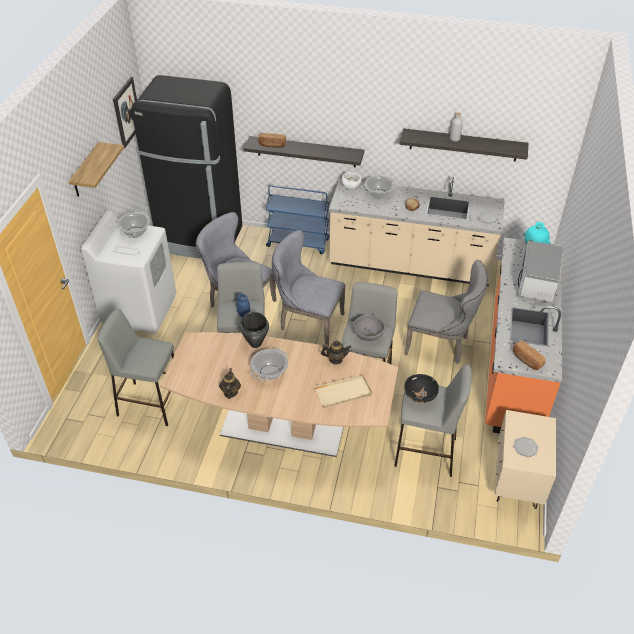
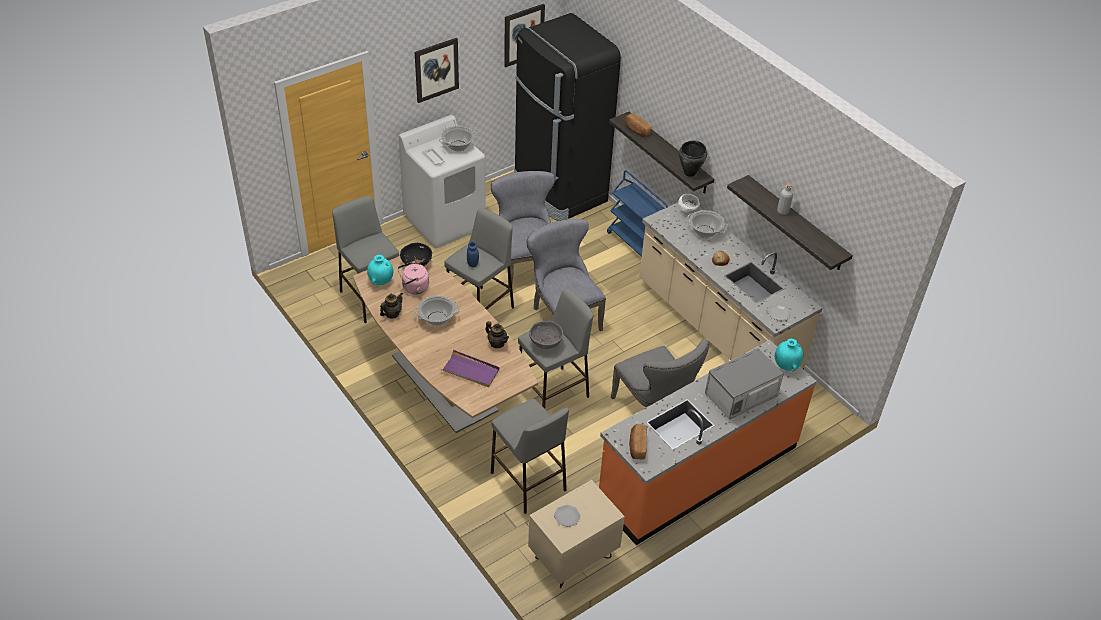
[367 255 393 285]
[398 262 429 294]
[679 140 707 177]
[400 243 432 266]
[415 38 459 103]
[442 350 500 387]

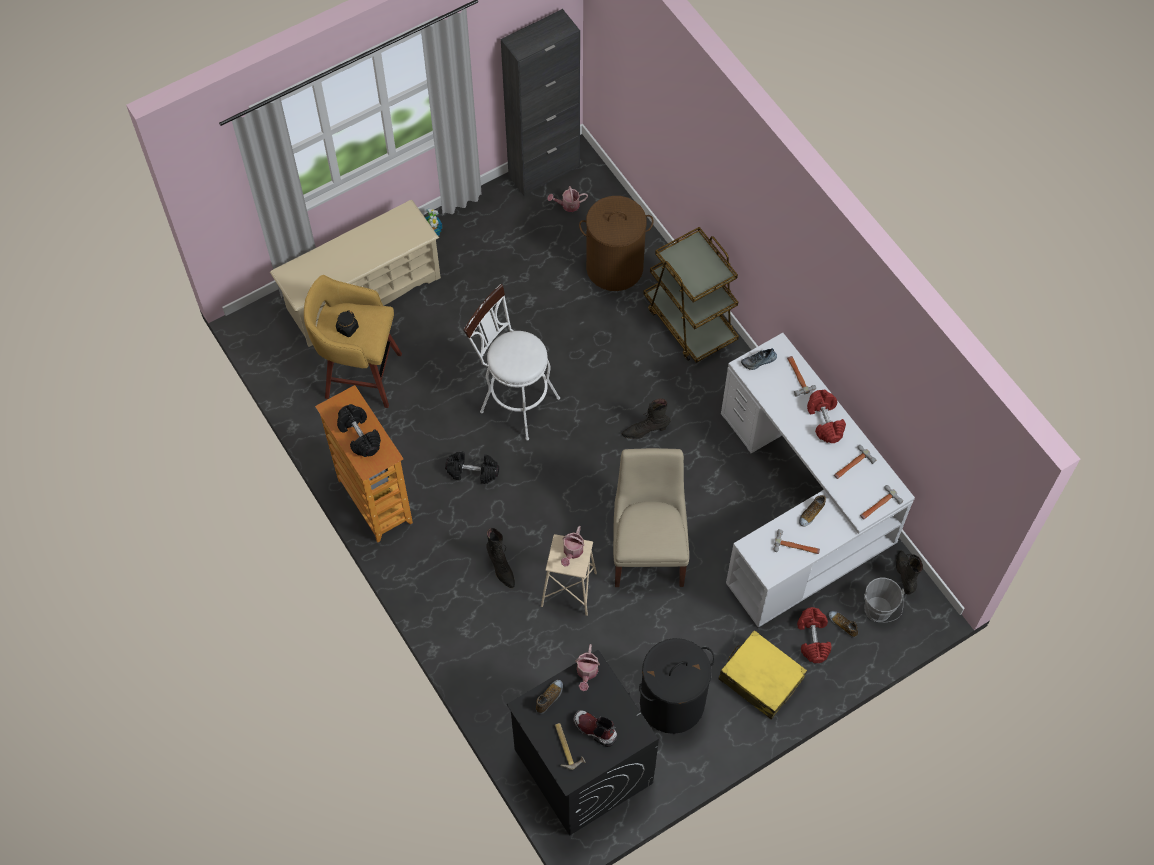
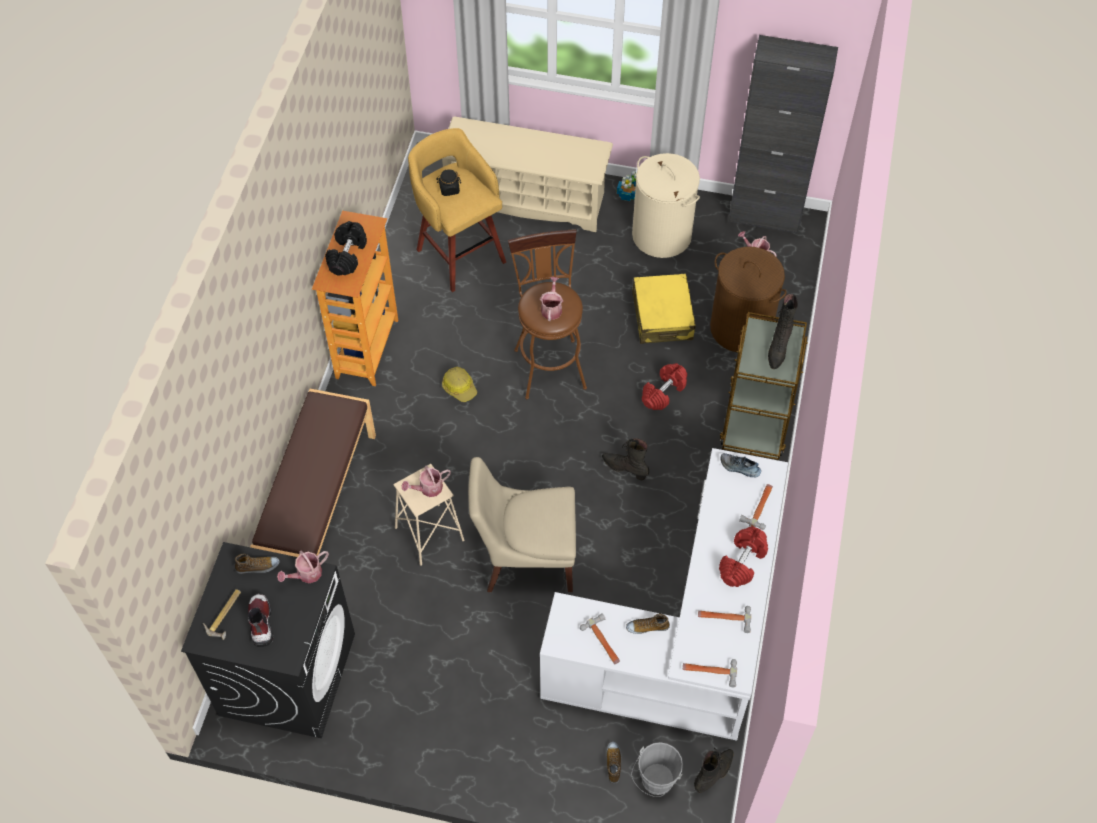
[639 638 715 734] (first image)
[250 389 376 557]
[540 277 563 321]
[632 153 700 258]
[768 294 798 369]
[632 274 696 344]
[642 363 687 410]
[442 367 477 402]
[508 229 587 399]
[468 457 576 592]

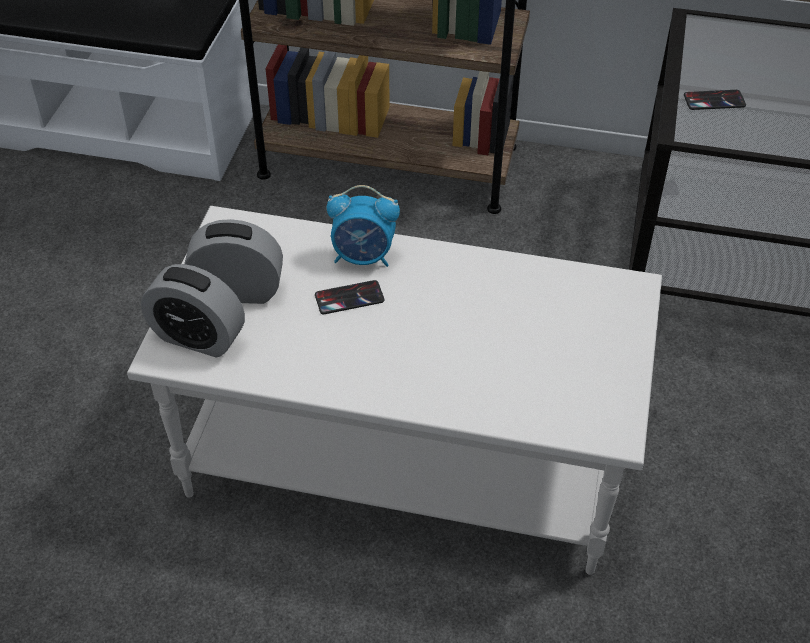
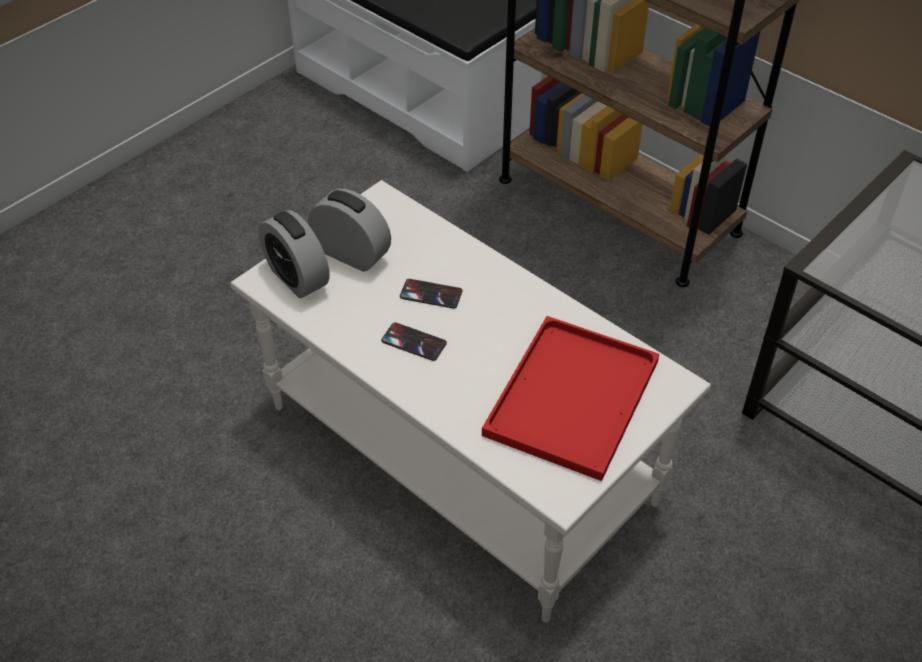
[327 185 400 267] (first image)
[482 316 659 481]
[381 323 447 361]

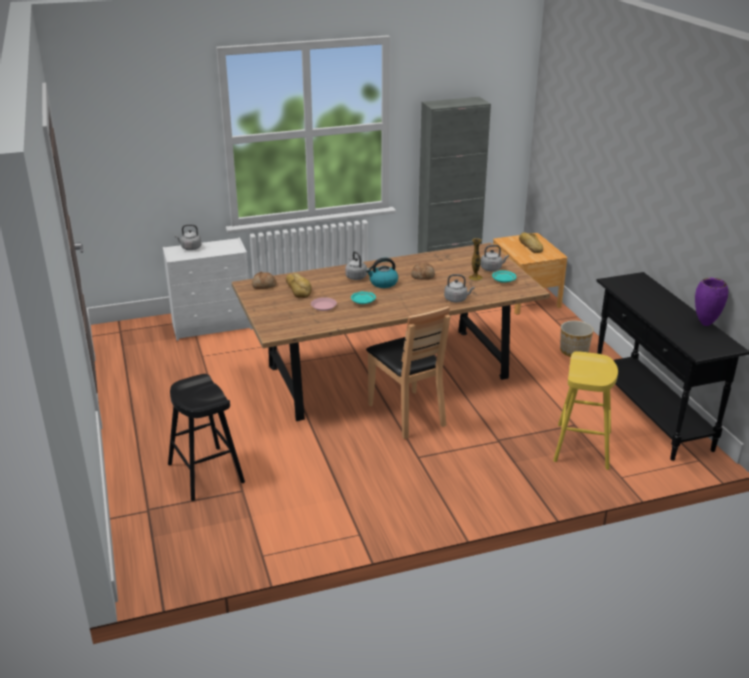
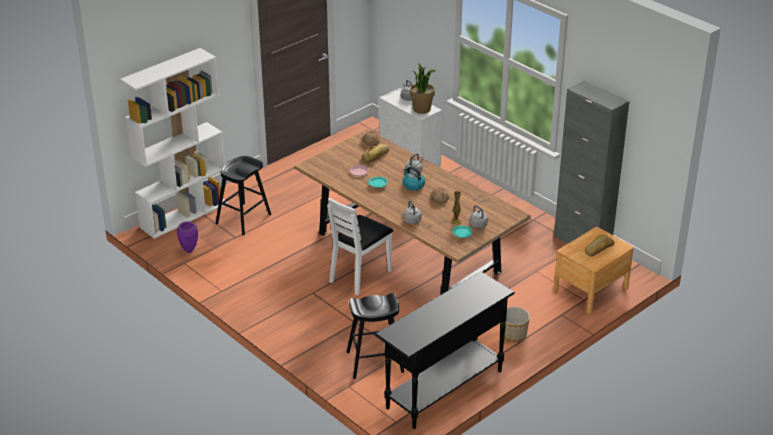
[120 48 228 239]
[410 63 436 114]
[177 221 198 253]
[327 198 394 295]
[347 293 404 379]

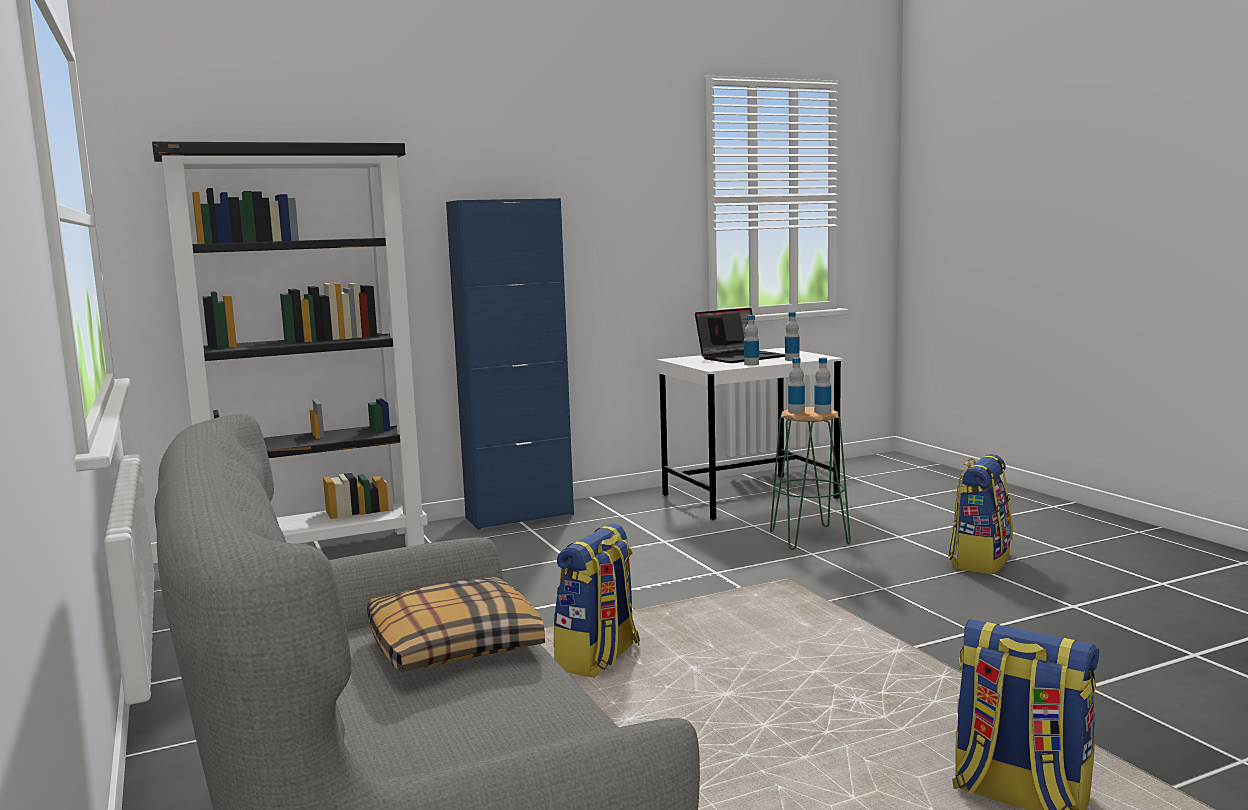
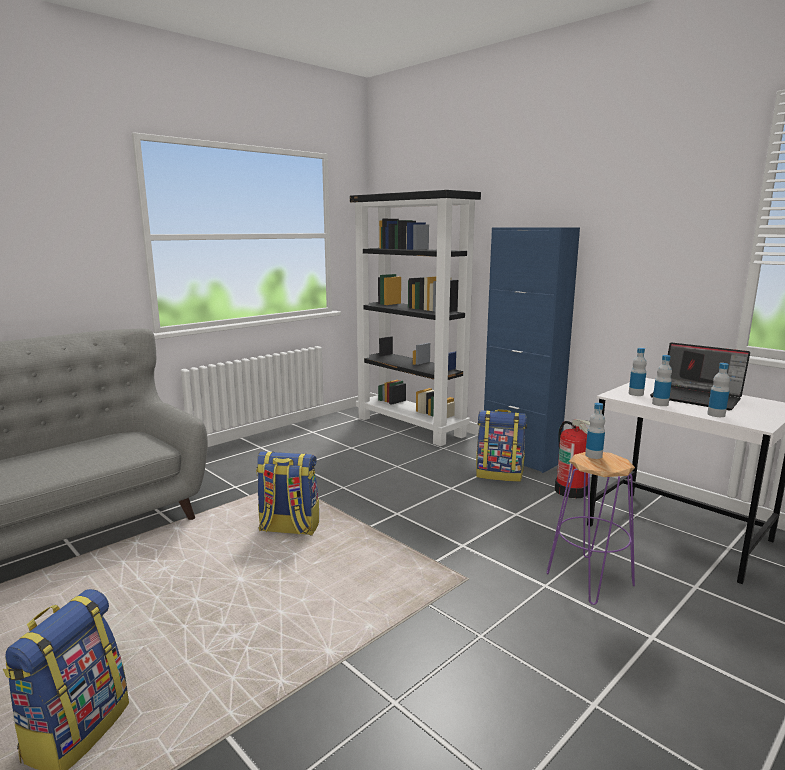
[367 577 545 672] (first image)
[555 419 590 498]
[629 348 647 396]
[476 409 527 482]
[547 452 635 605]

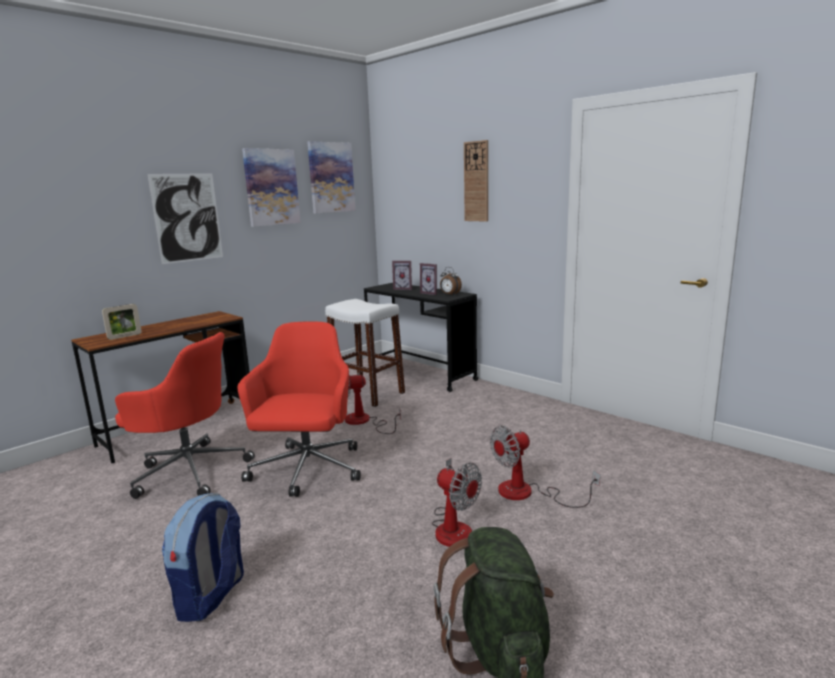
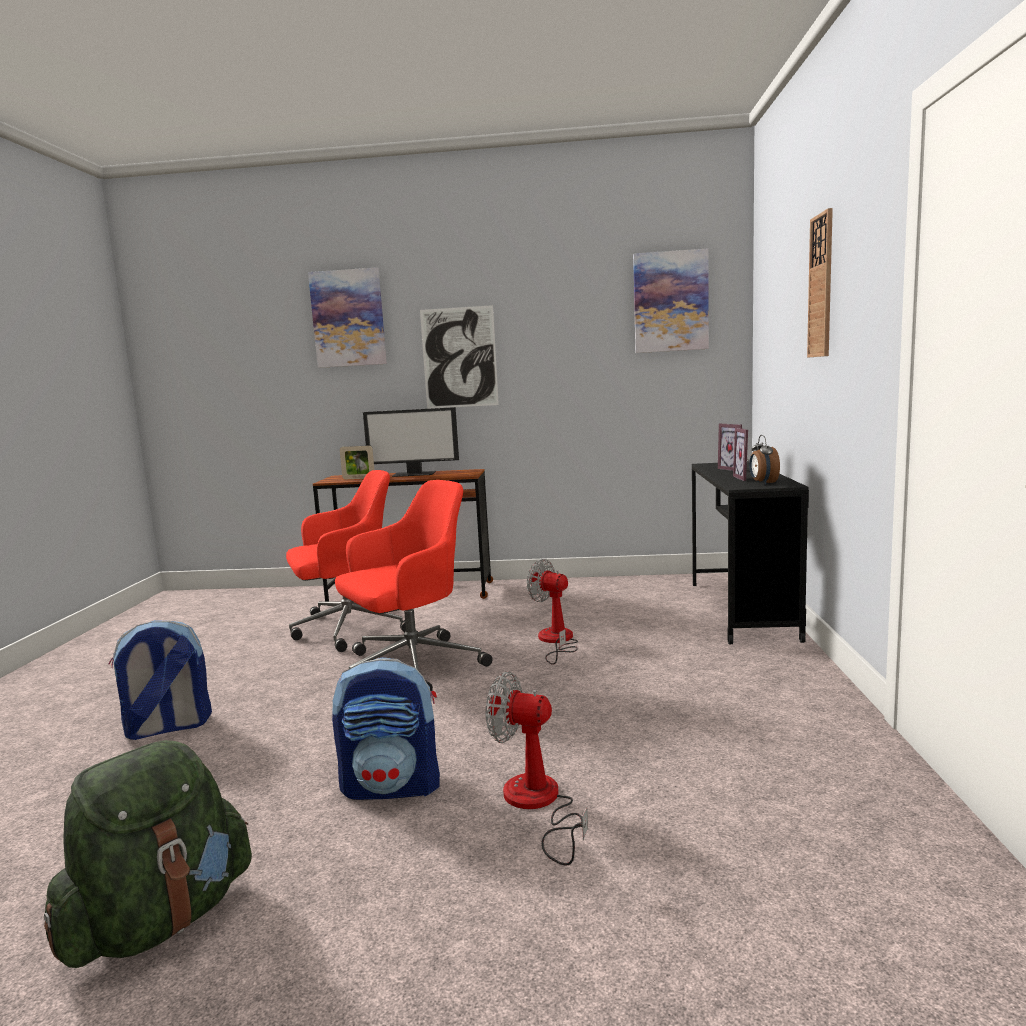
[325 299 405 407] (first image)
[363 407 459 477]
[308 267 387 368]
[332 657 440 800]
[286 470 406 652]

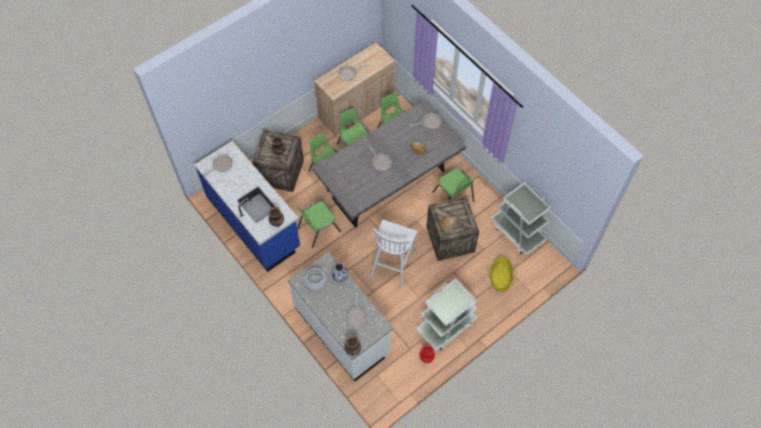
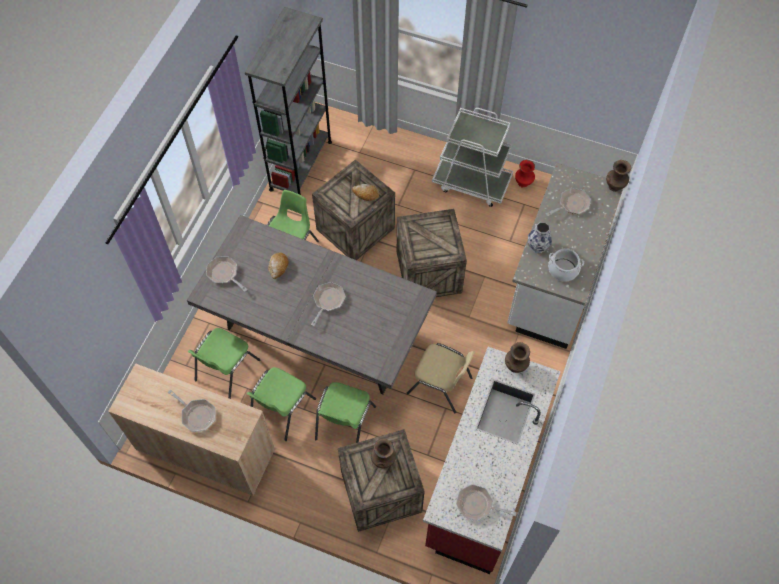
[487 257 517 292] (first image)
[397 209 467 297]
[245 7 332 195]
[423 347 561 574]
[407 343 475 414]

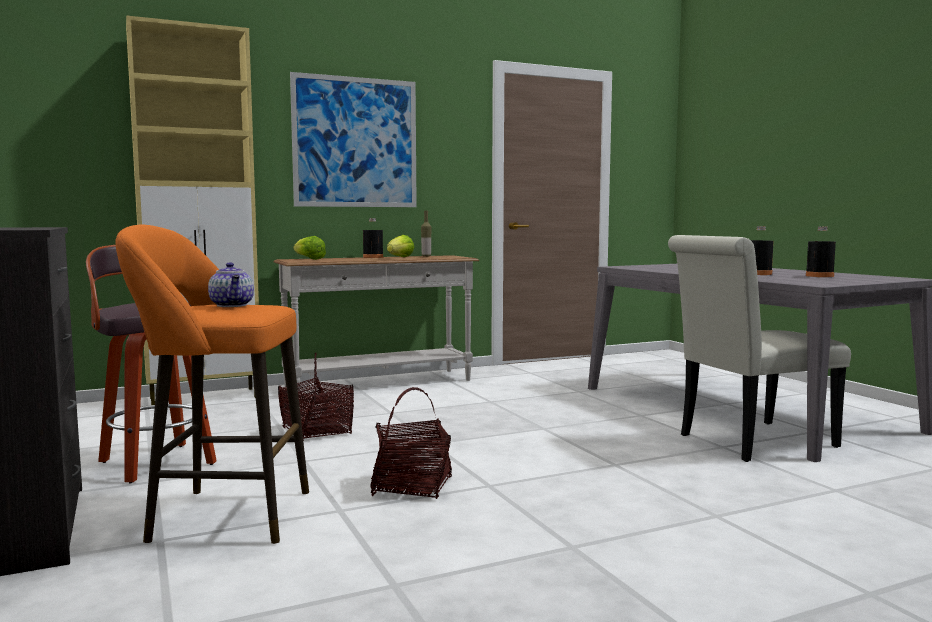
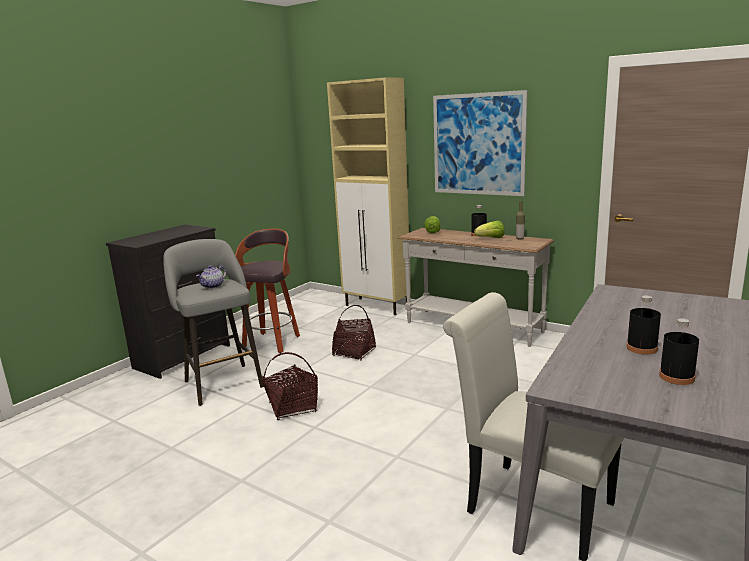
[163 239 264 406]

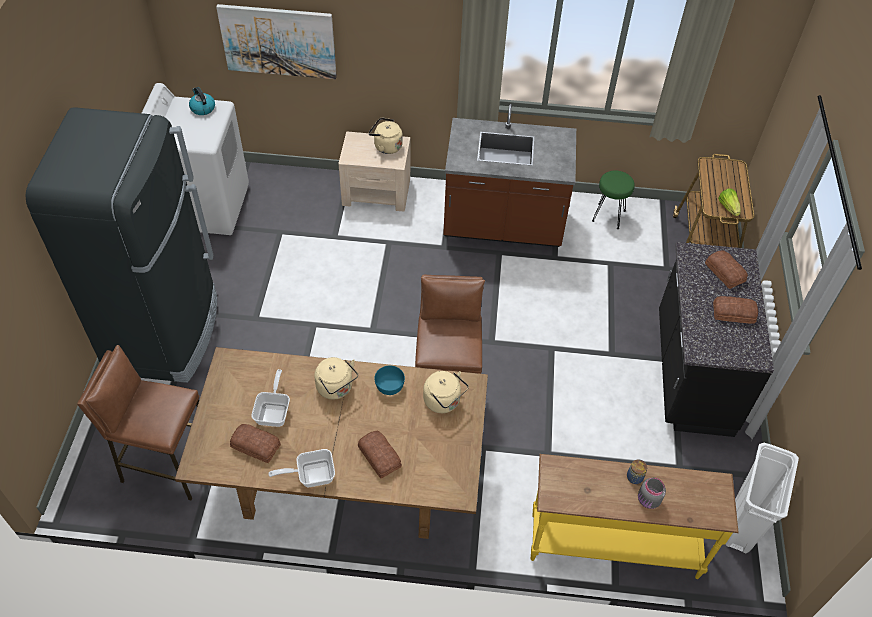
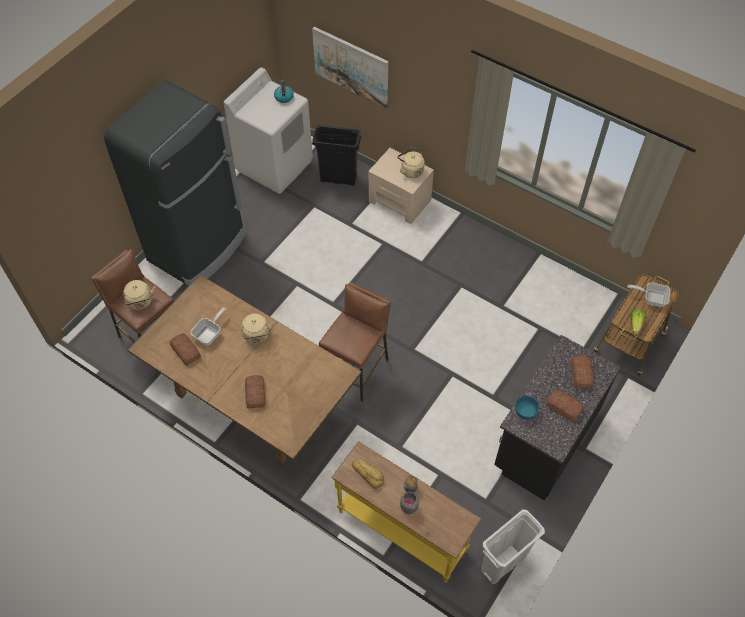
[443 104 576 247] (first image)
[592 170 635 229] (first image)
[312 125 361 185]
[352 458 384 489]
[627 283 671 307]
[515 396 539 420]
[123 280 156 310]

